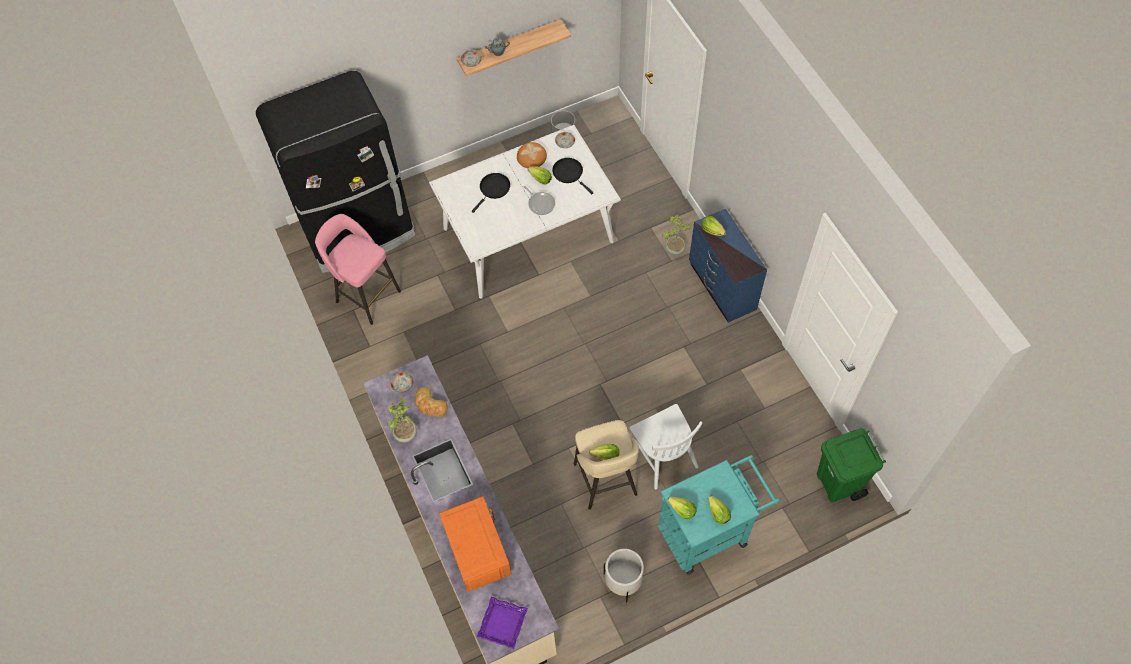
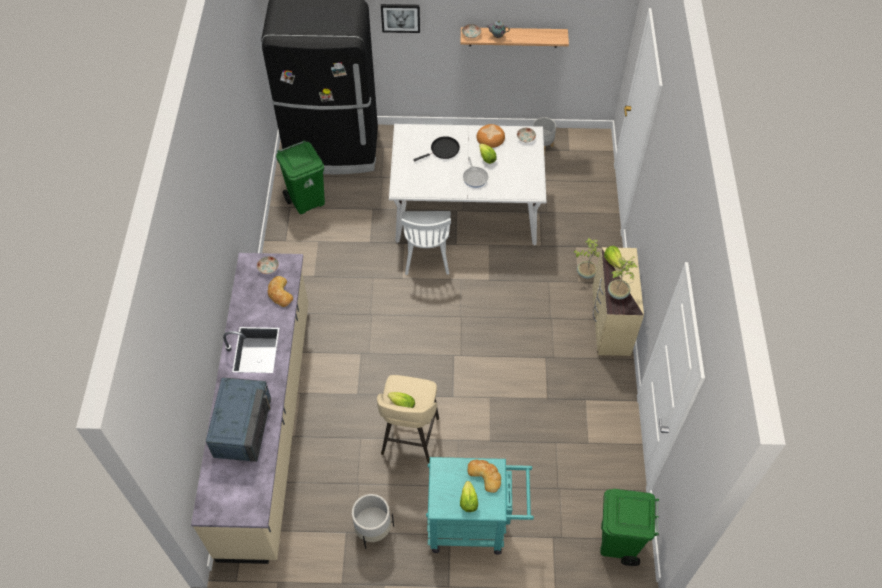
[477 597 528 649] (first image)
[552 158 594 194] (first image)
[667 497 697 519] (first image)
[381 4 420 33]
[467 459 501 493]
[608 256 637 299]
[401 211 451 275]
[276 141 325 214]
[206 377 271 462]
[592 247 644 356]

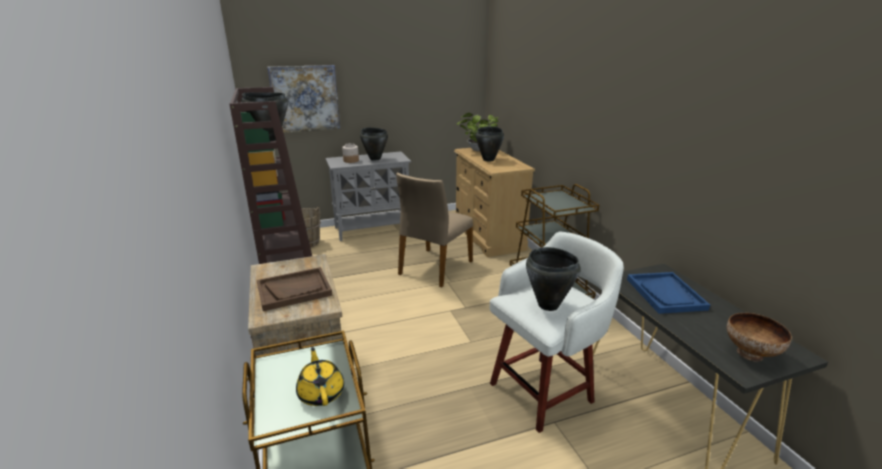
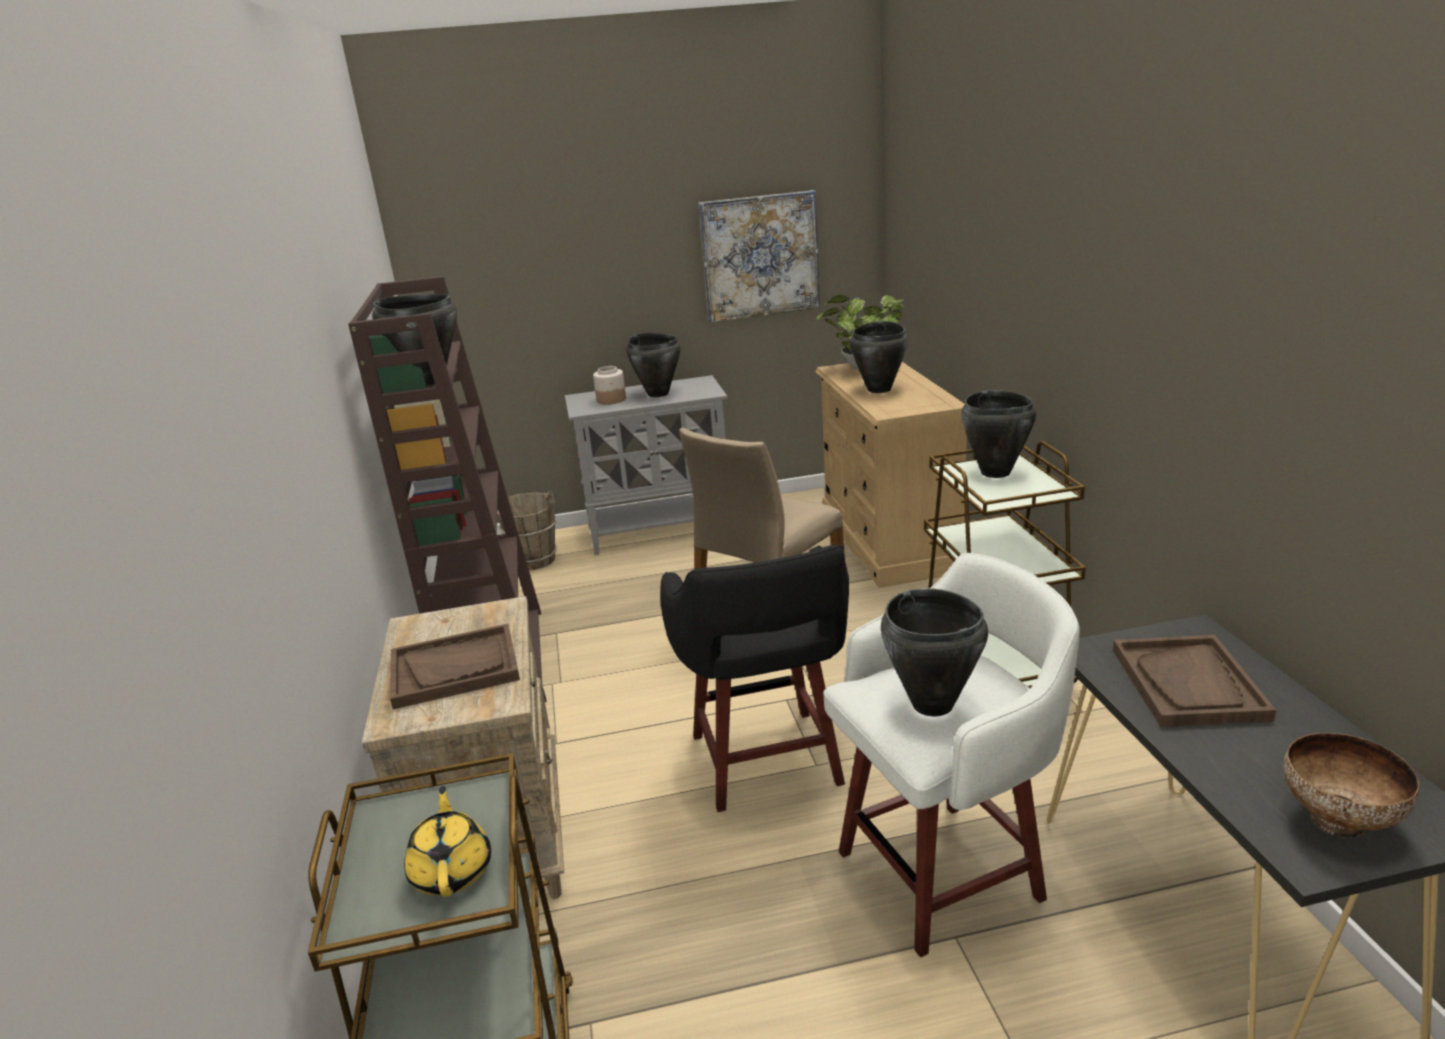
[660 545 849 812]
[961 390 1036 478]
[698 190 820 322]
[1113 635 1277 727]

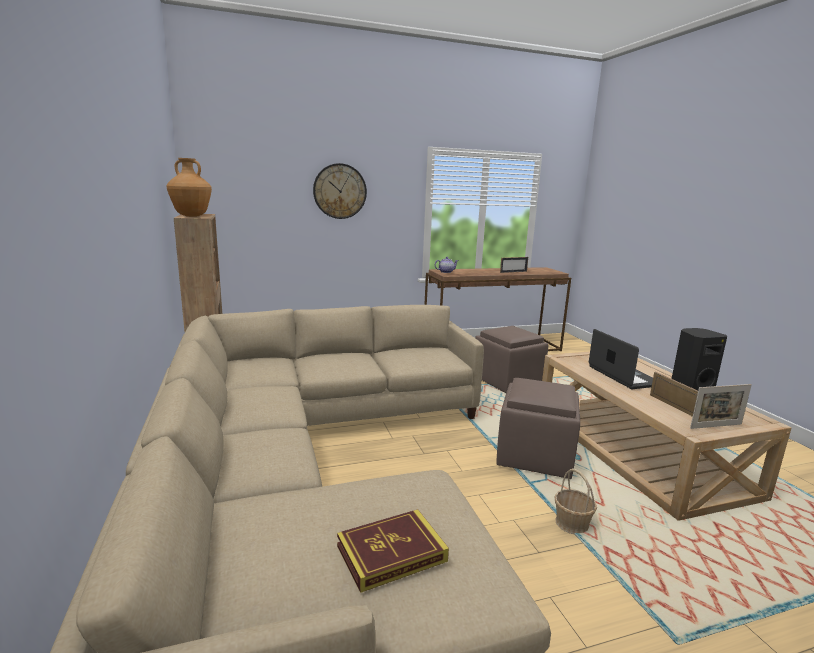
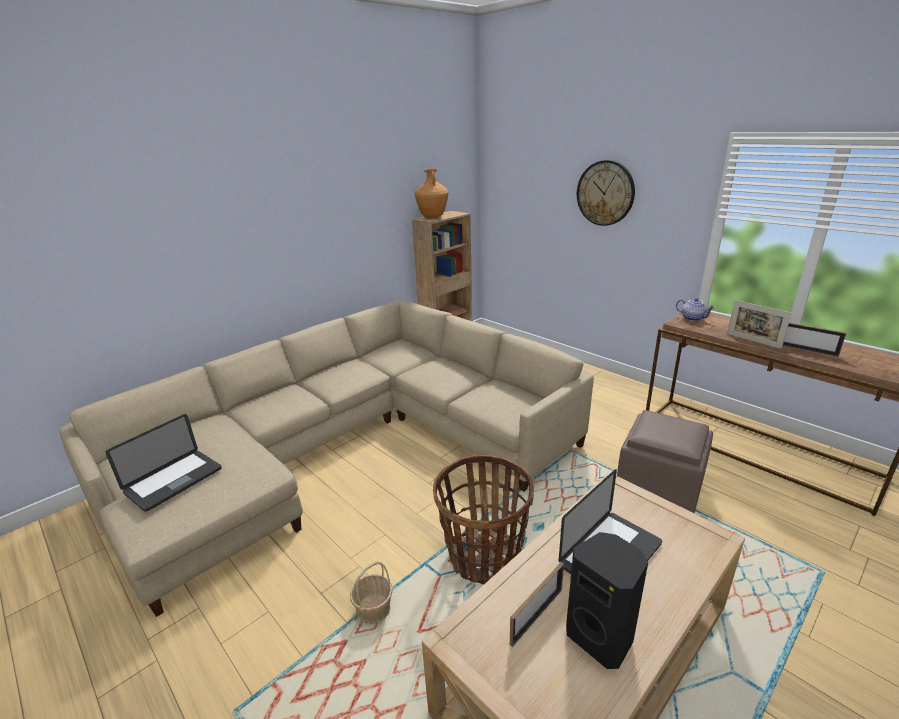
[727 300 792 349]
[105 414 222 512]
[433 455 534 584]

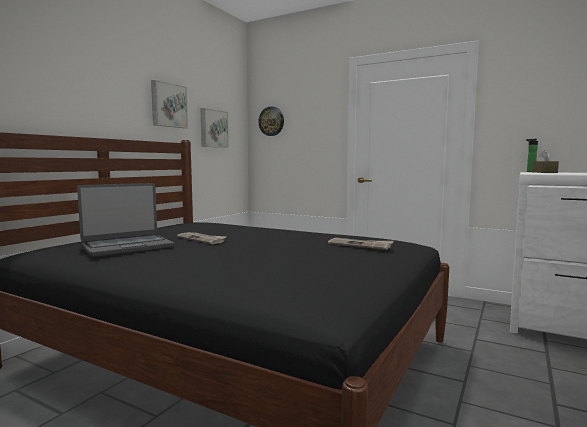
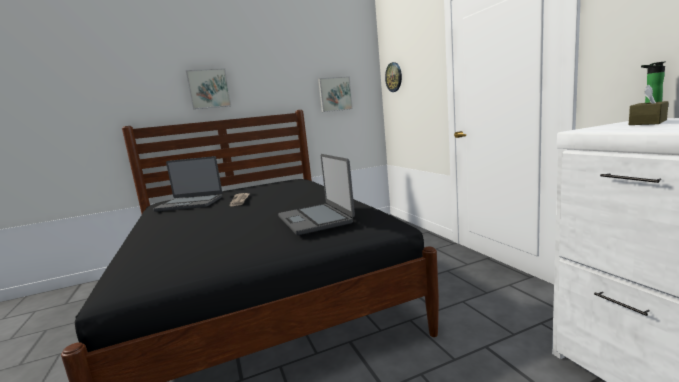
[186 68 231 109]
[278 154 355 235]

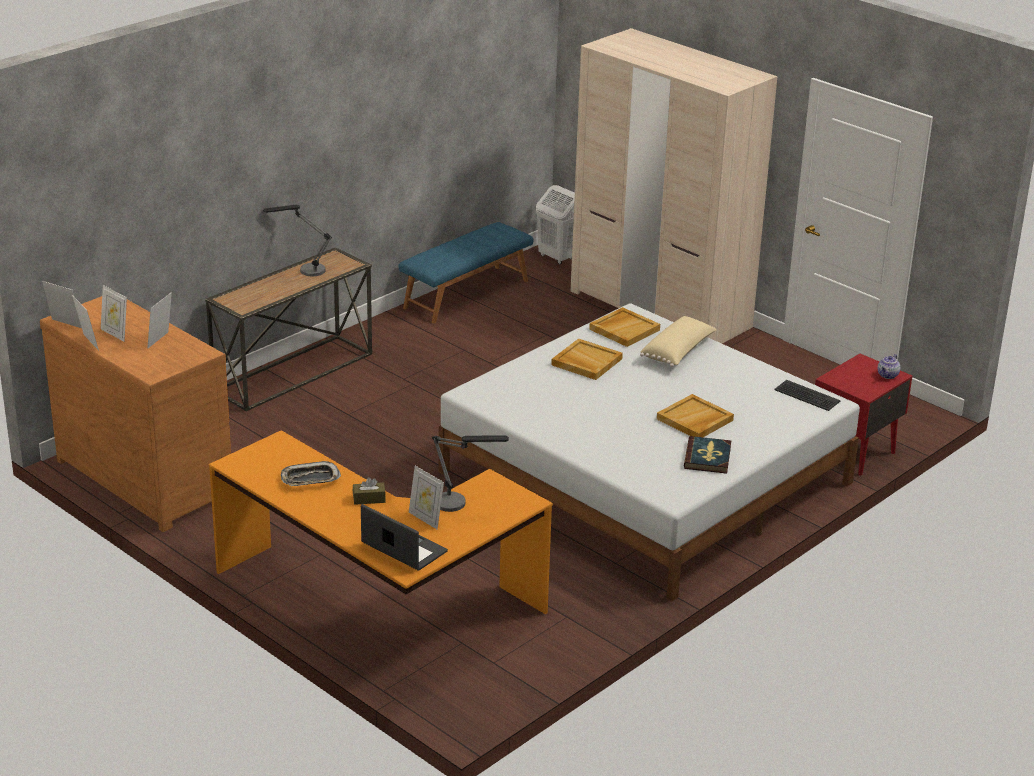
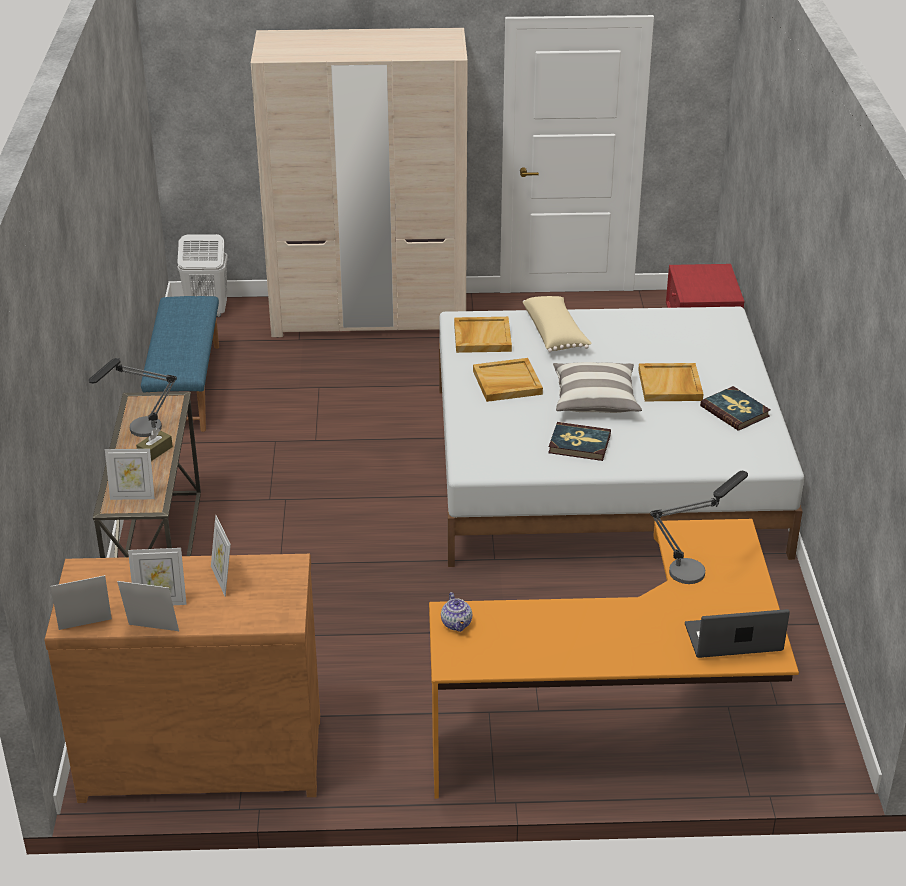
[281 461 341 486] (first image)
[774 380 840 411] (first image)
[548 422 611 461]
[553 362 642 413]
[136 428 173 461]
[105 449 155 500]
[441 592 472 632]

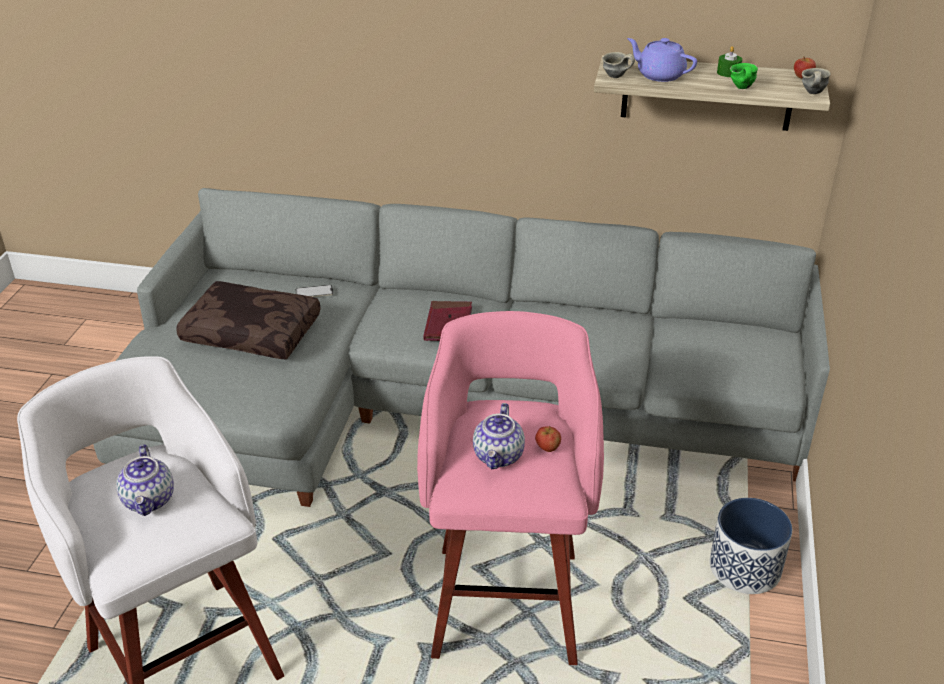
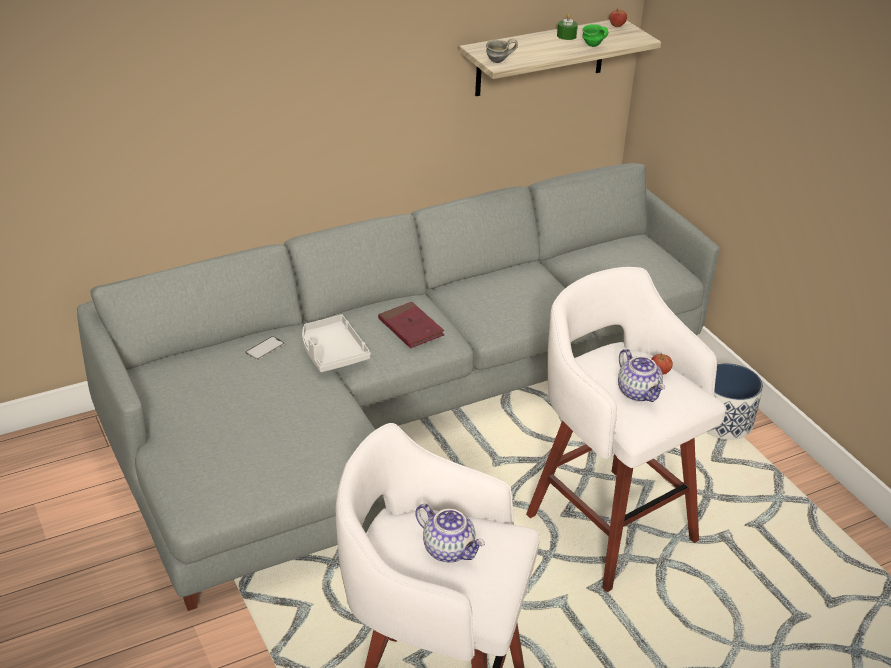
[176 281 321 359] (first image)
[627 38 697 82] (first image)
[802 68 831 94] (first image)
[302 314 371 372]
[526 267 726 592]

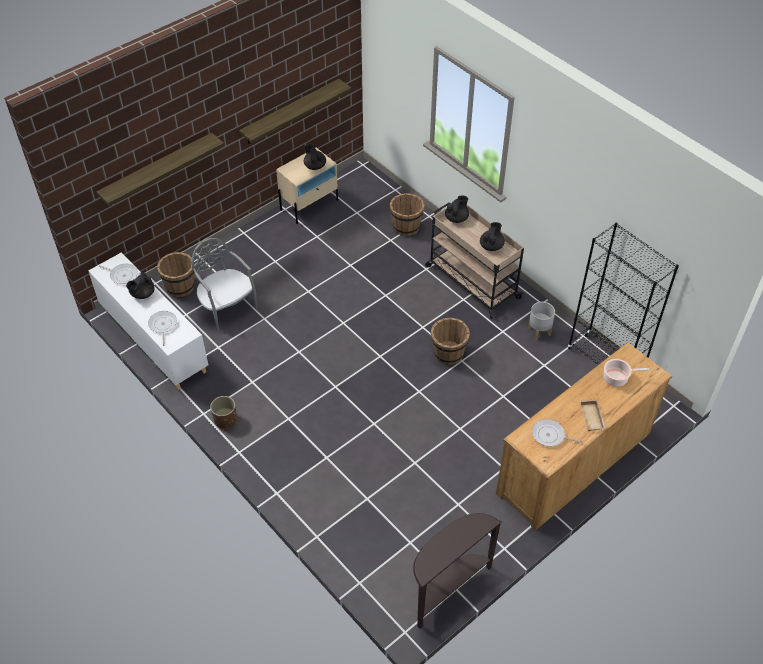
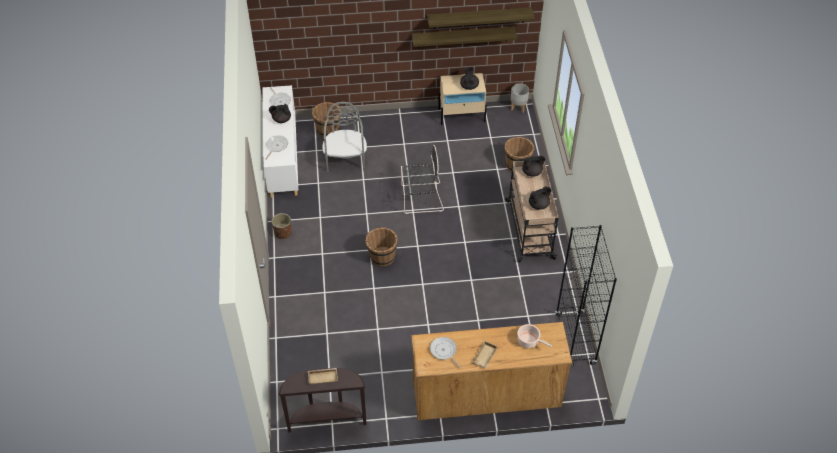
[308 368 338 384]
[401 145 444 214]
[427 7 535 29]
[365 227 398 266]
[511 83 529 113]

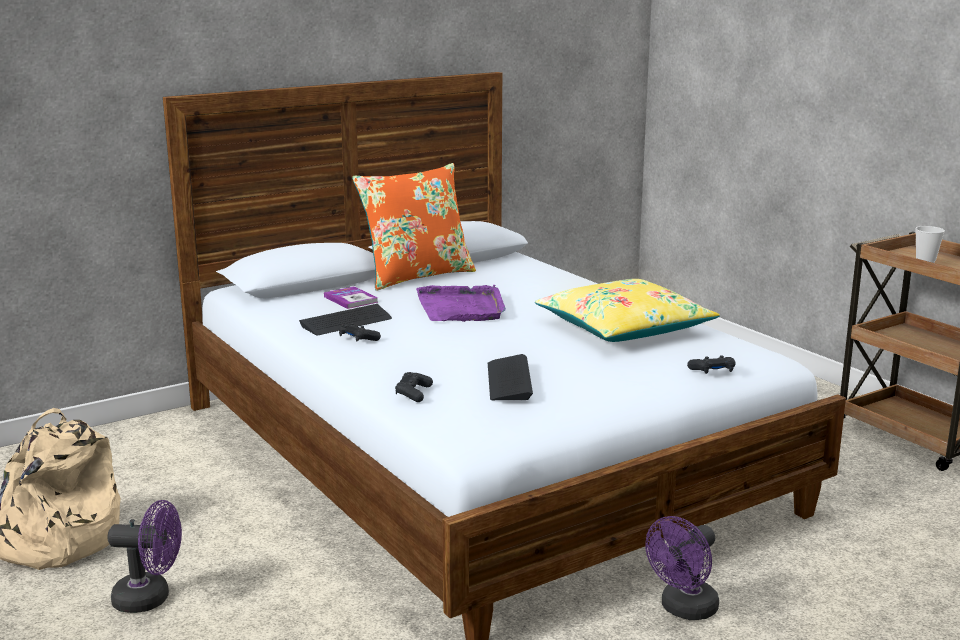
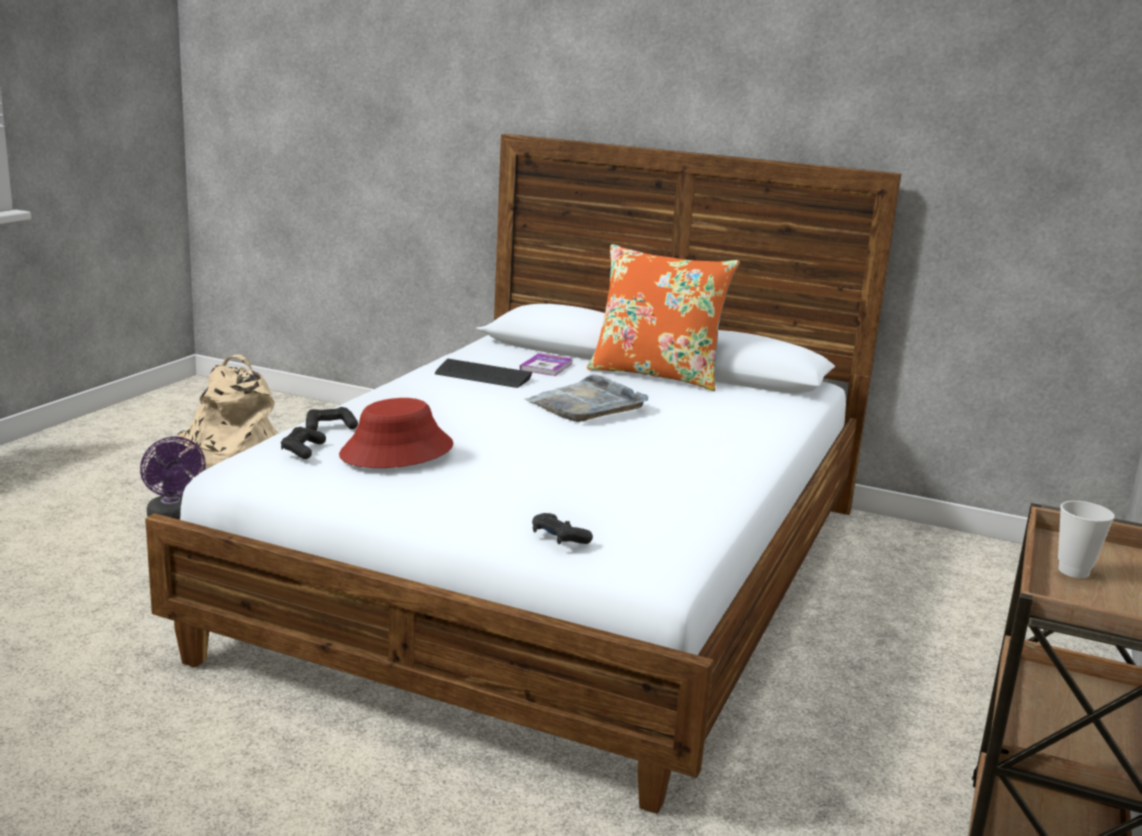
[535 279 720 342] (first image)
[645 516 719 620] (first image)
[281 427 326 459]
[339 398 453 468]
[525 374 648 422]

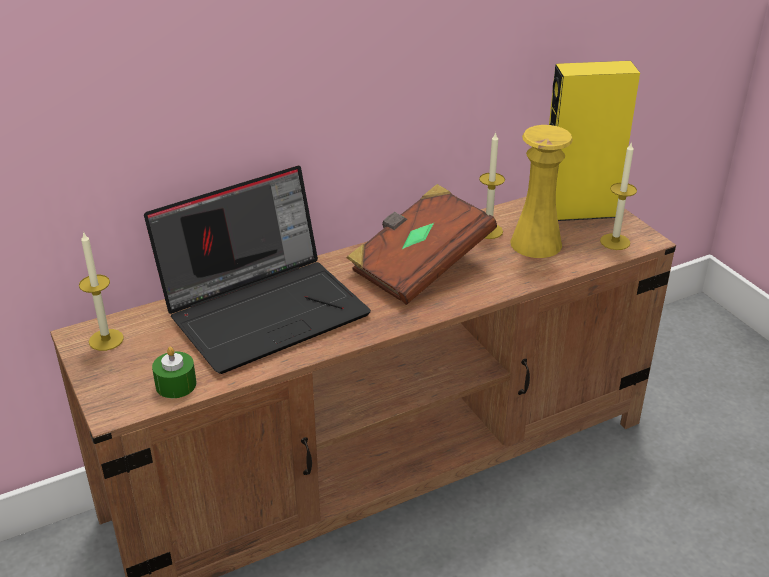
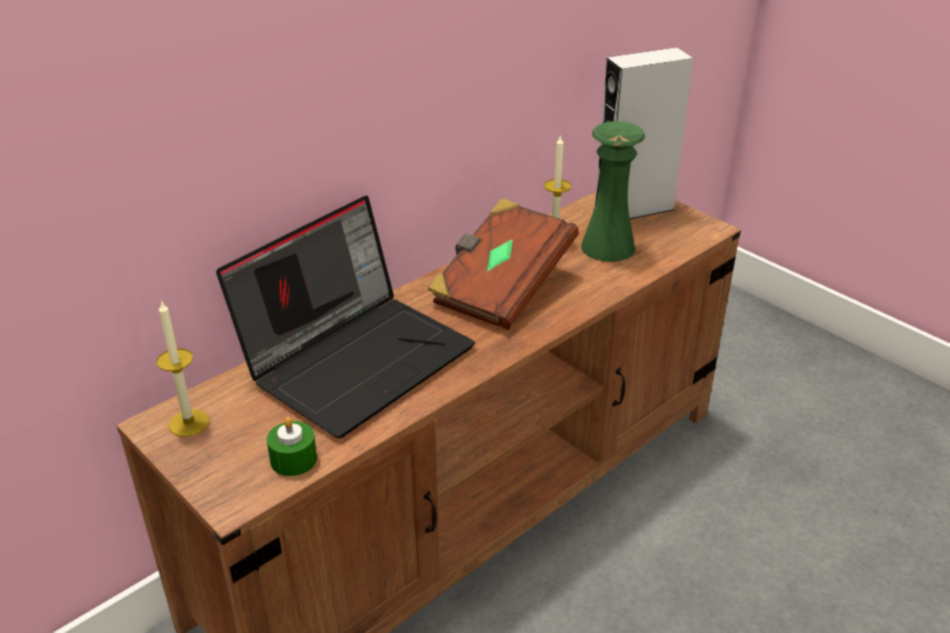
[600 141 637 250] (first image)
[581 121 645 262]
[593 47 694 219]

